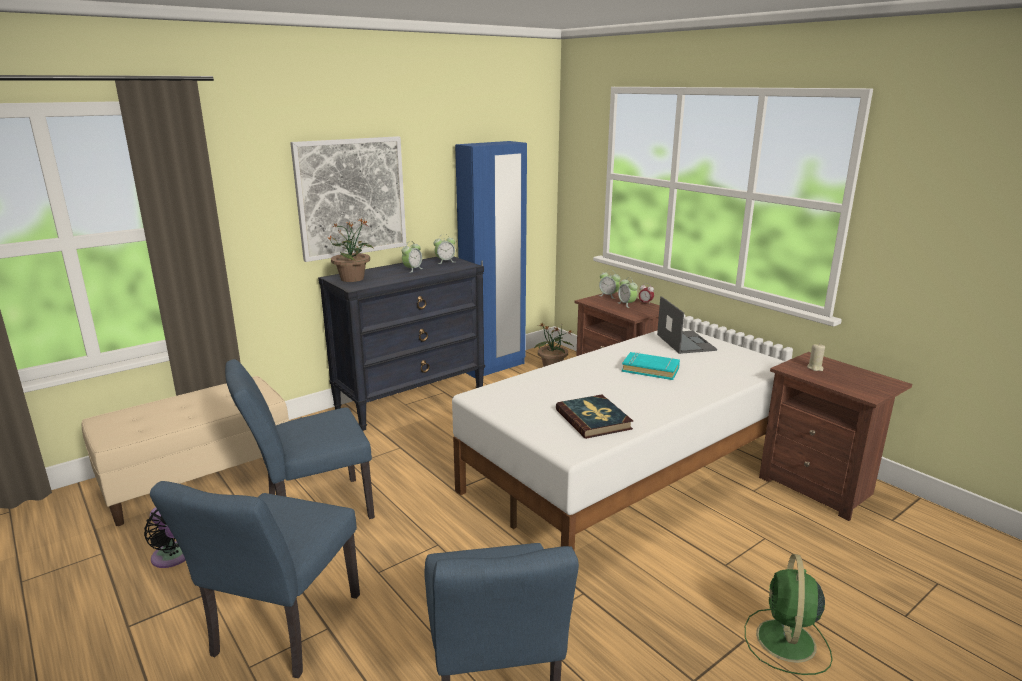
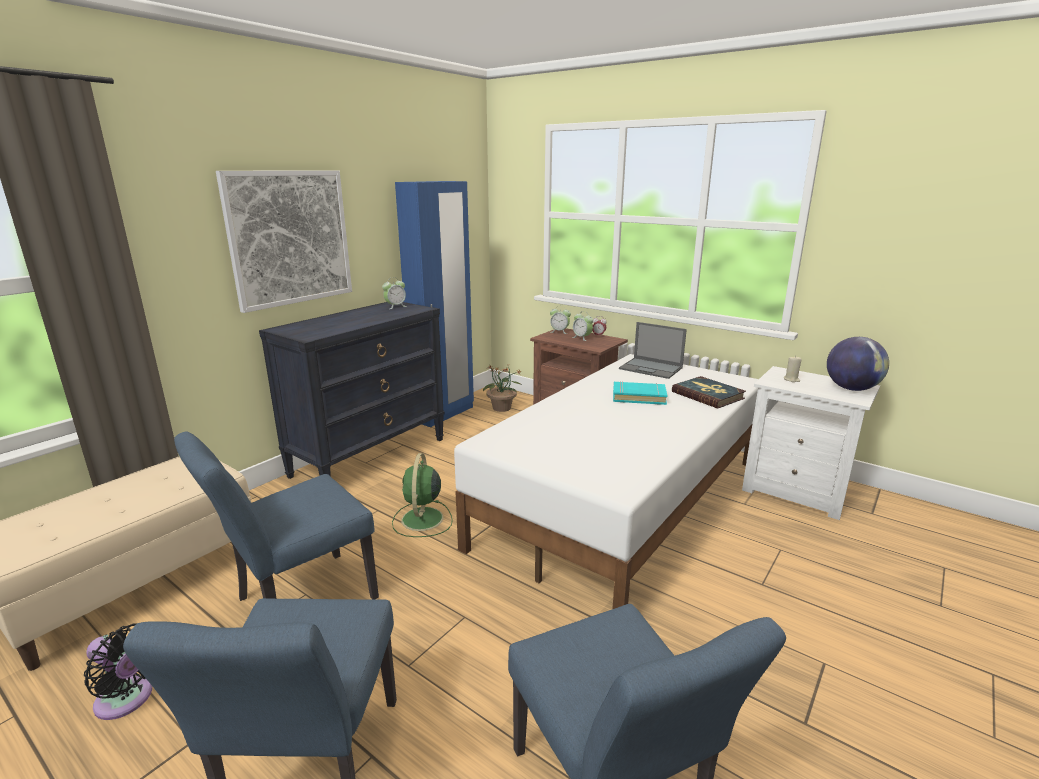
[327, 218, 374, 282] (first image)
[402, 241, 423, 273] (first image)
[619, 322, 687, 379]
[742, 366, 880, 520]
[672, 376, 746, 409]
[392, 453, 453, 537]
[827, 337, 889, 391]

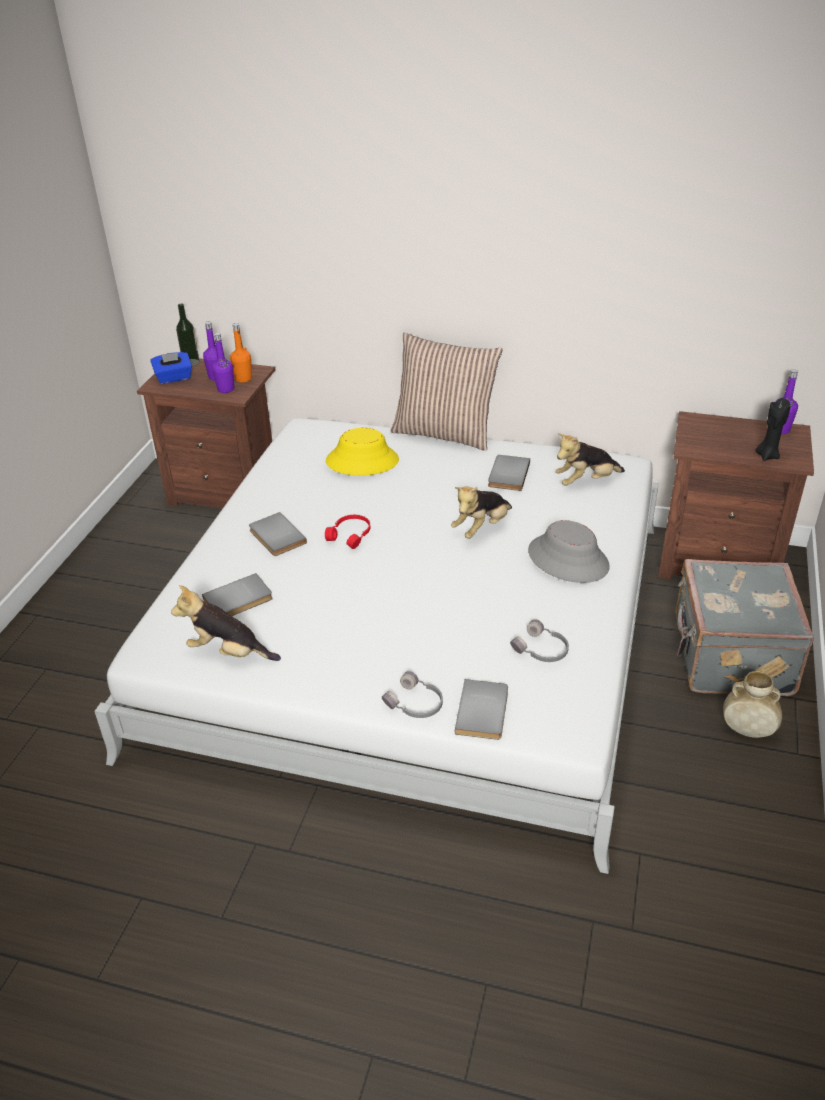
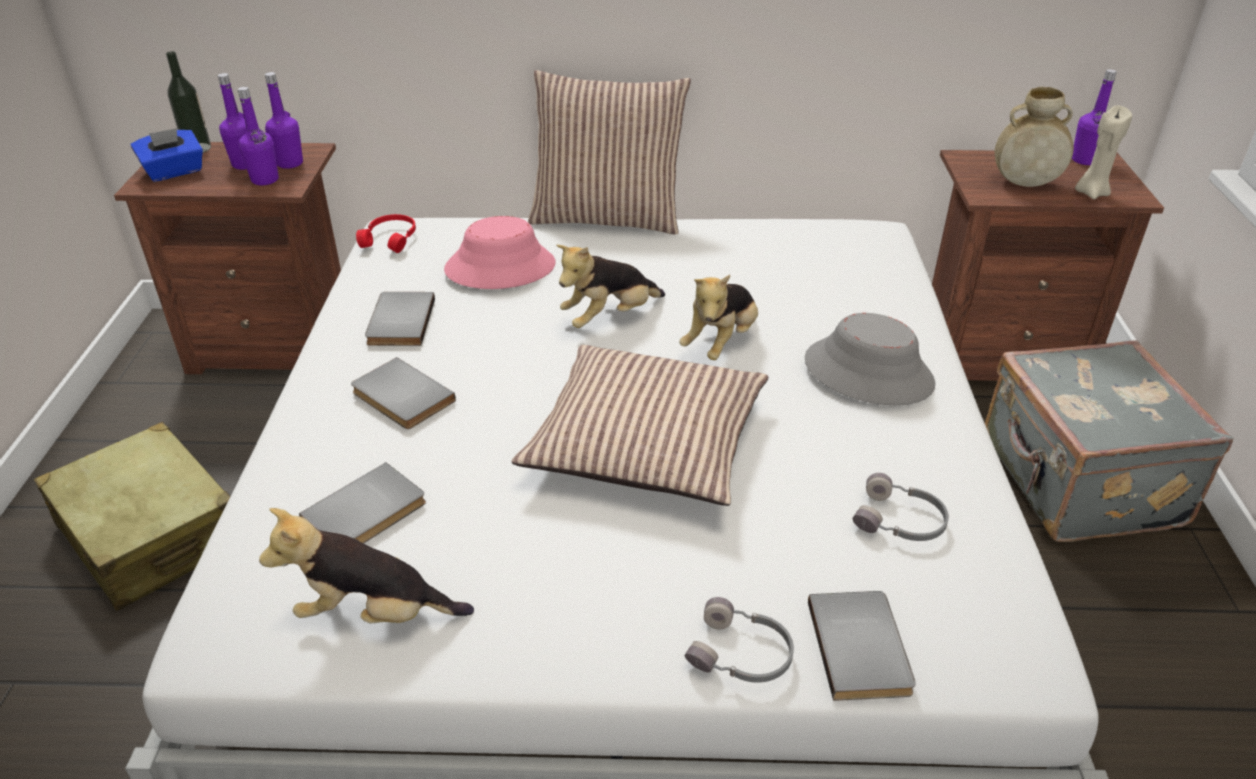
[265, 72, 303, 169]
[1075, 105, 1132, 199]
[444, 216, 555, 289]
[556, 245, 665, 328]
[365, 292, 435, 346]
[356, 214, 416, 253]
[995, 87, 1074, 187]
[512, 345, 769, 506]
[34, 422, 230, 611]

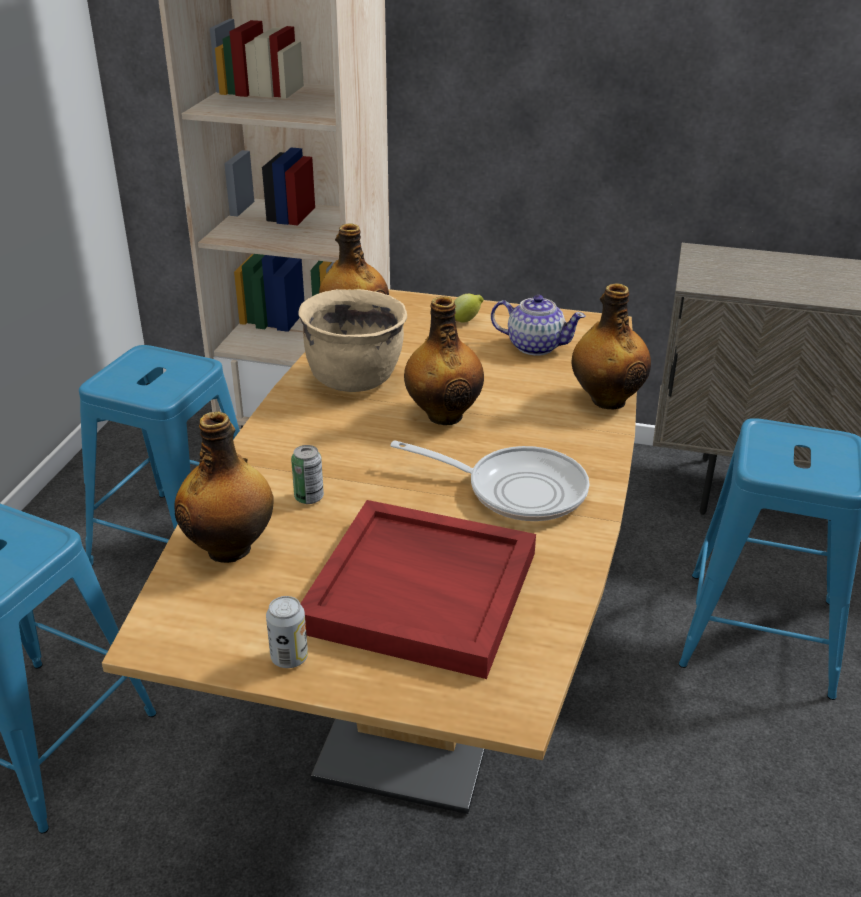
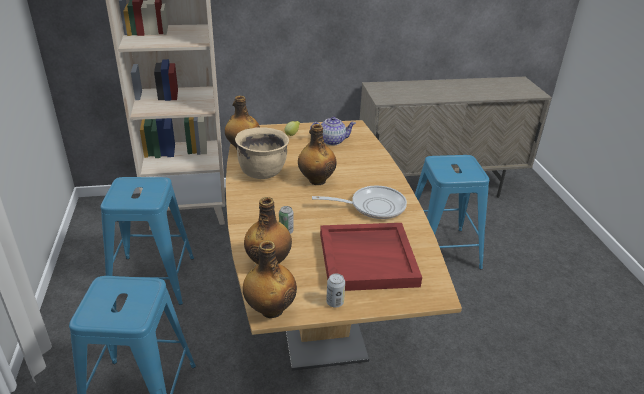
[243, 241, 297, 318]

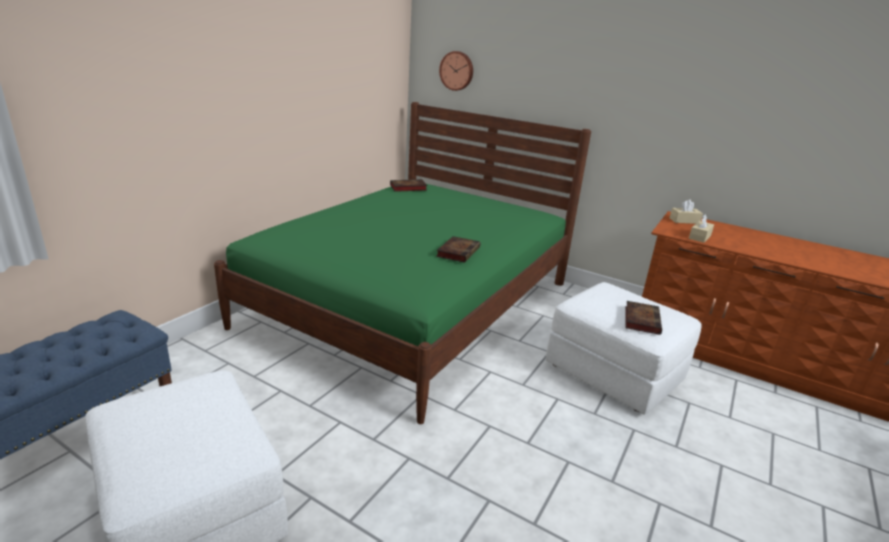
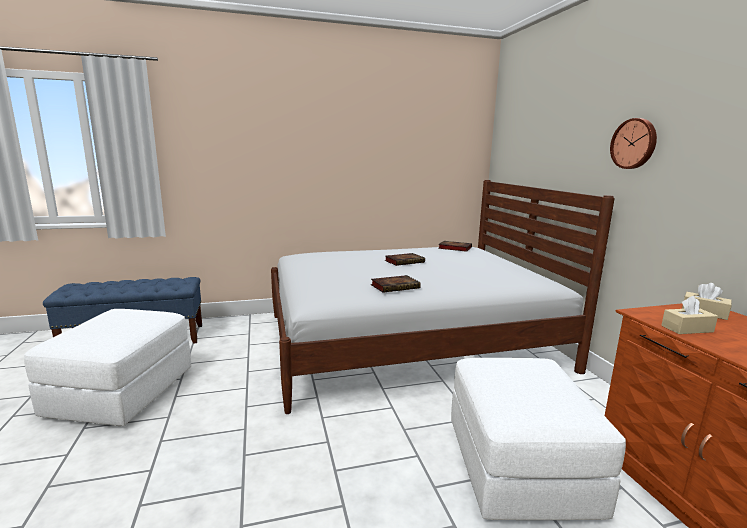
[610, 118, 657, 169]
[271, 180, 615, 414]
[384, 253, 425, 266]

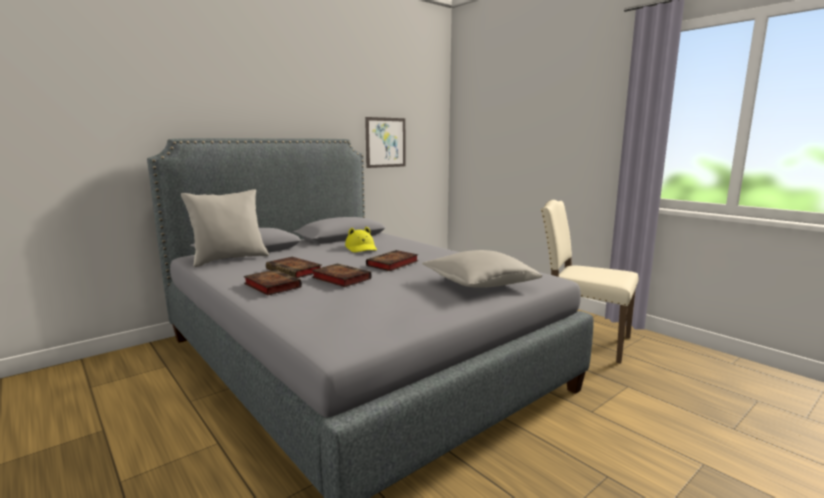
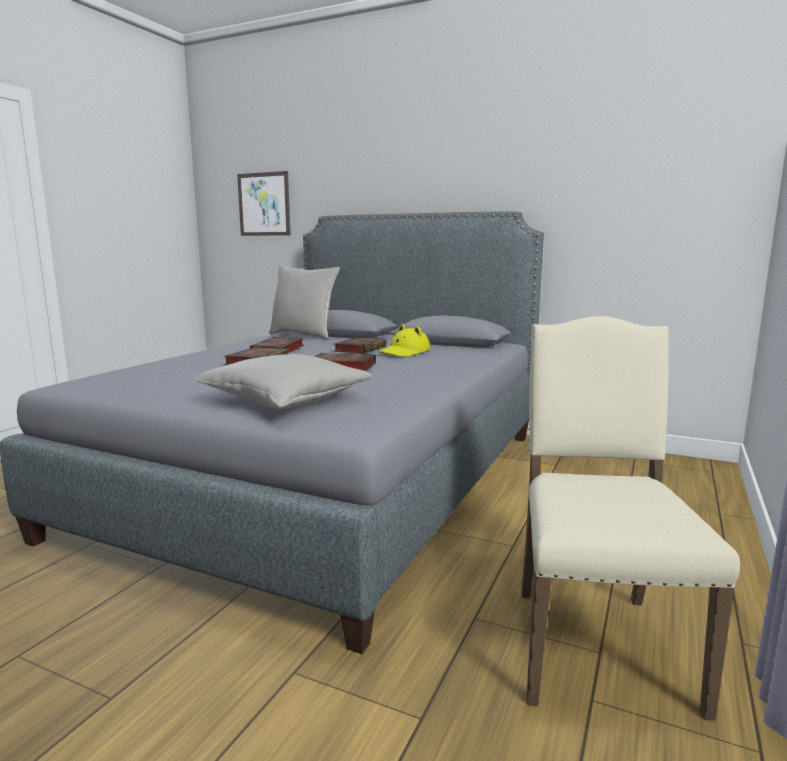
[237, 171, 291, 236]
[334, 337, 387, 353]

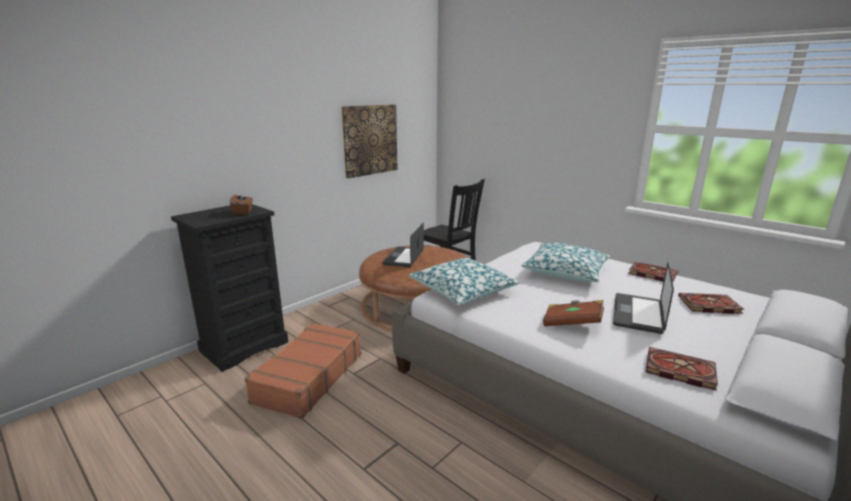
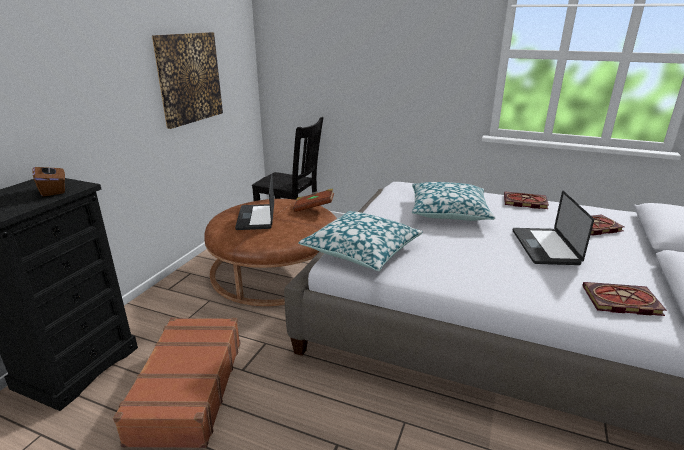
[293, 188, 334, 212]

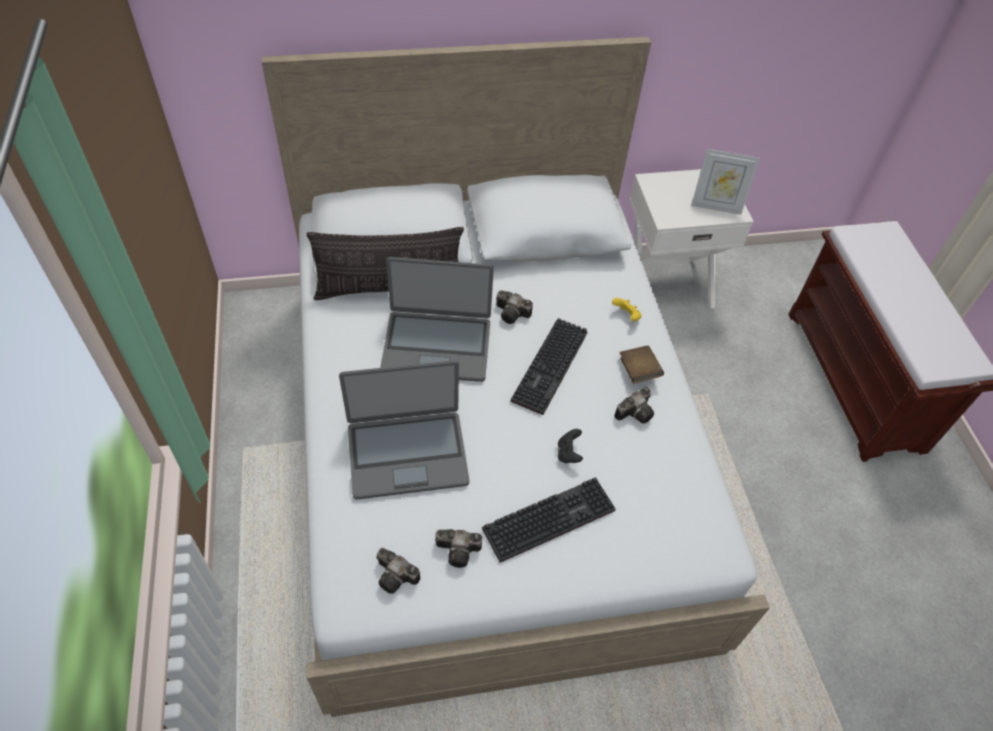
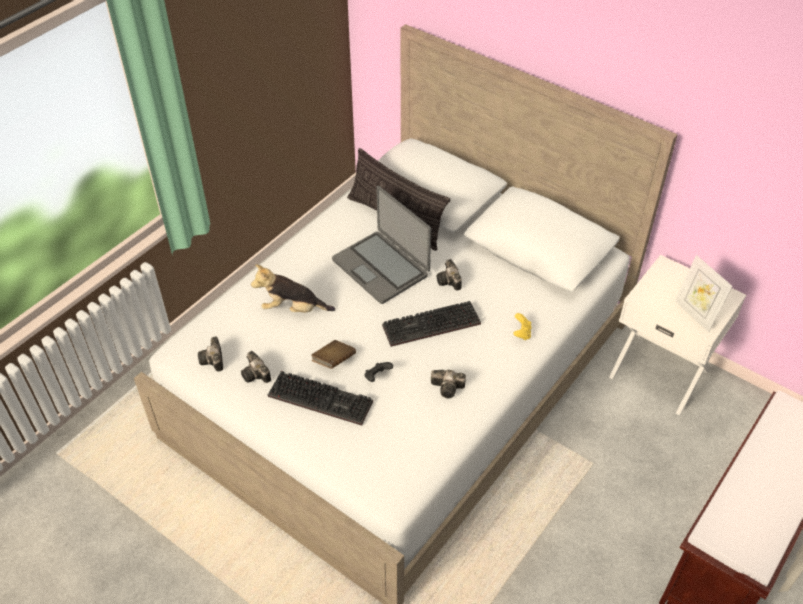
[311, 340, 356, 369]
[251, 264, 335, 313]

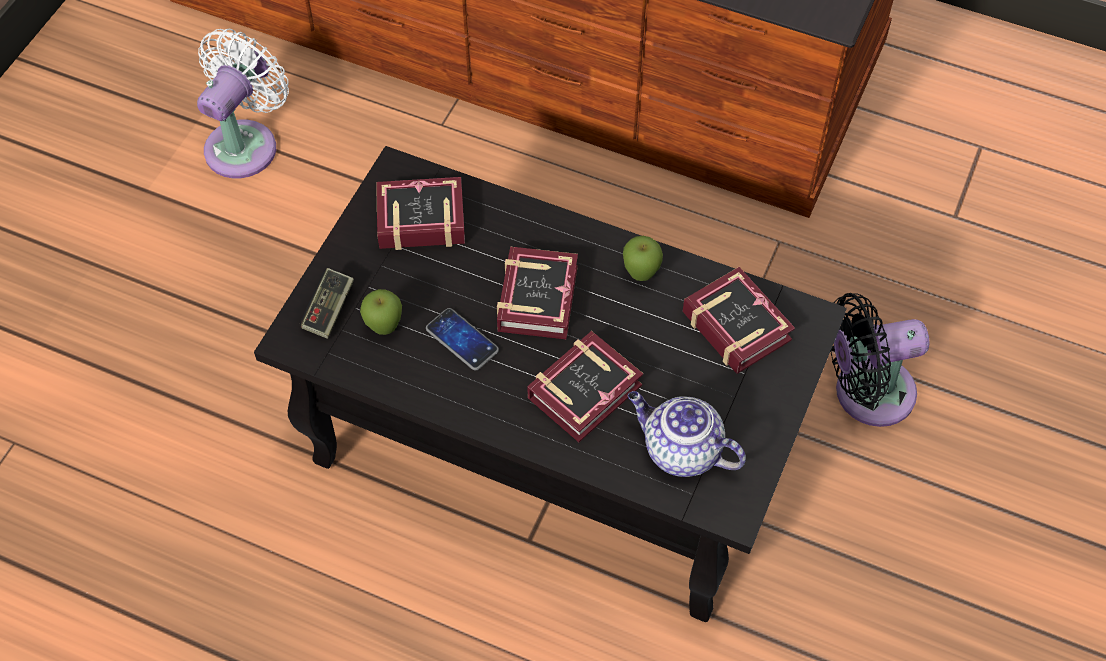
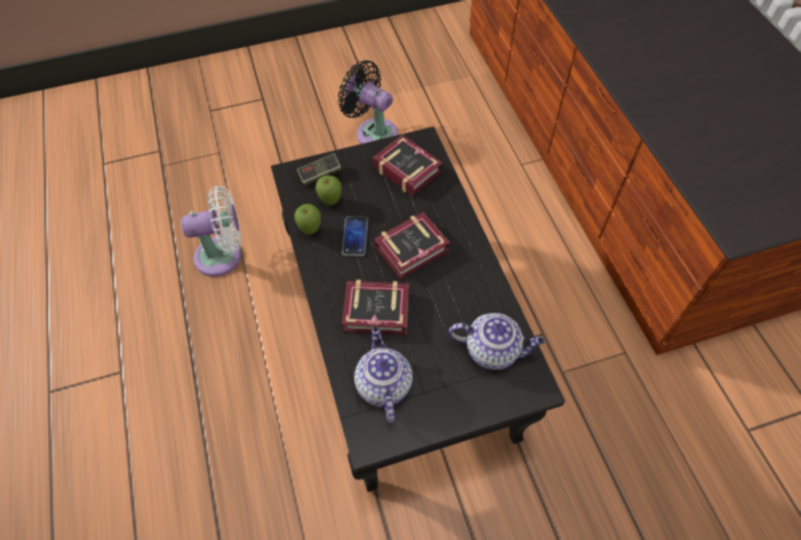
[181, 186, 242, 277]
[294, 204, 321, 235]
[449, 313, 545, 370]
[338, 60, 398, 144]

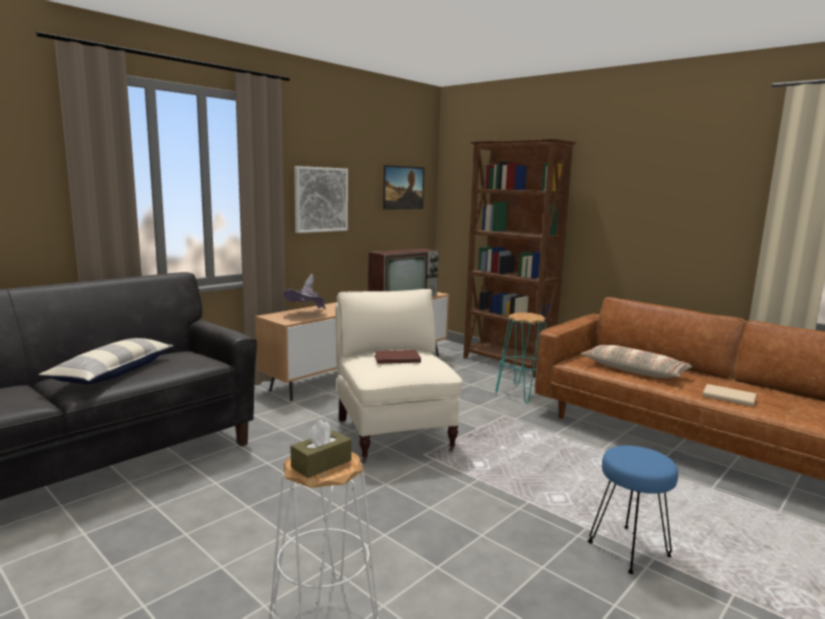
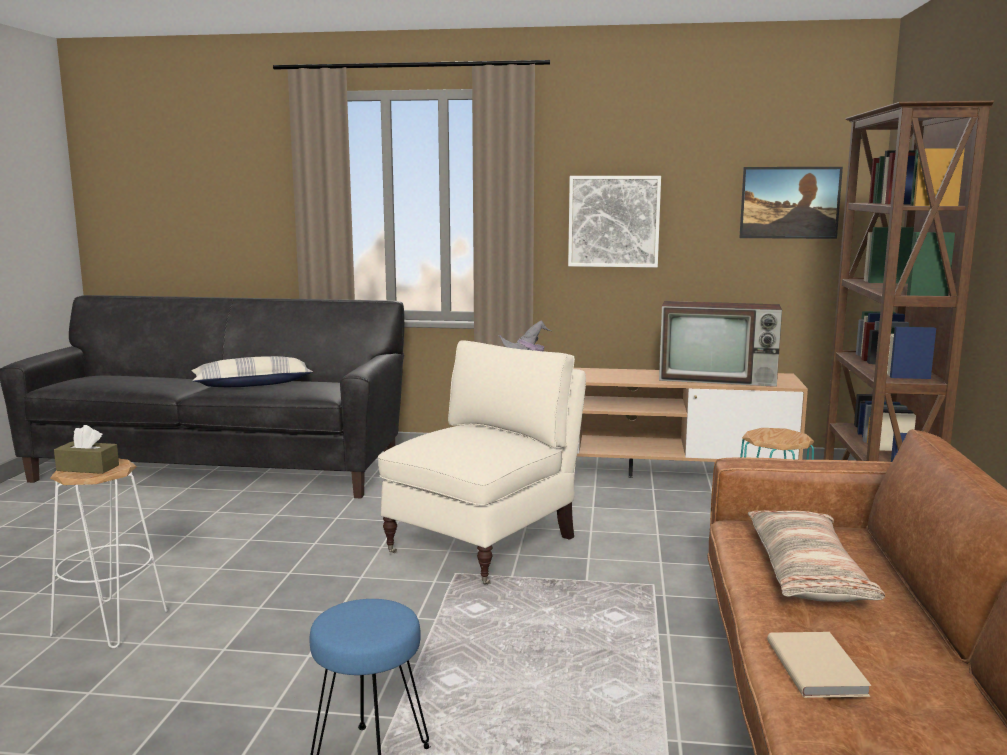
[374, 350, 421, 364] (first image)

